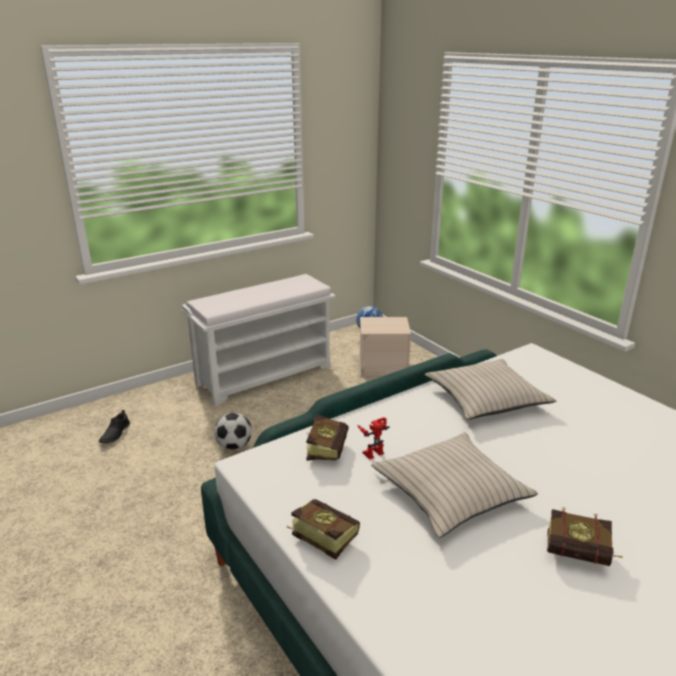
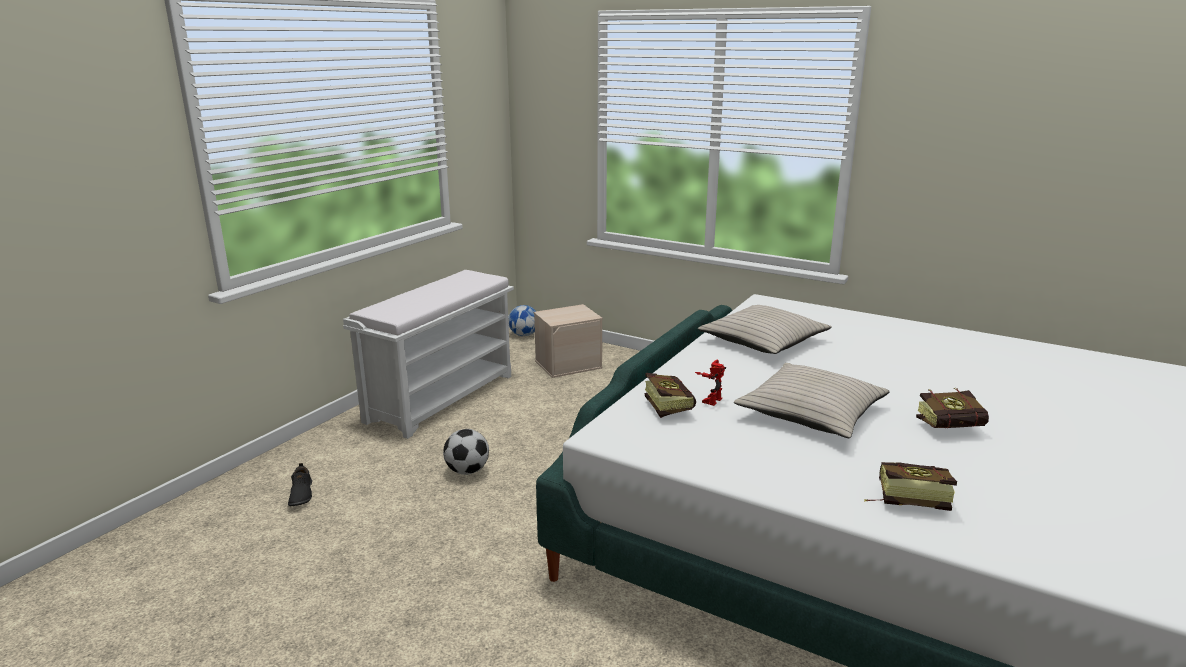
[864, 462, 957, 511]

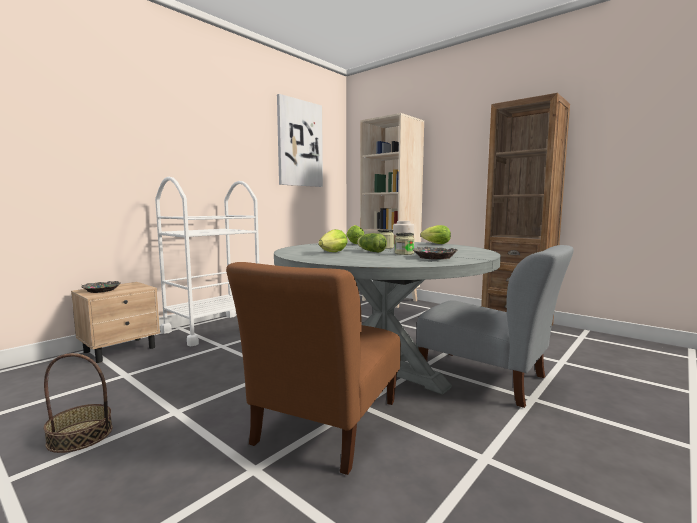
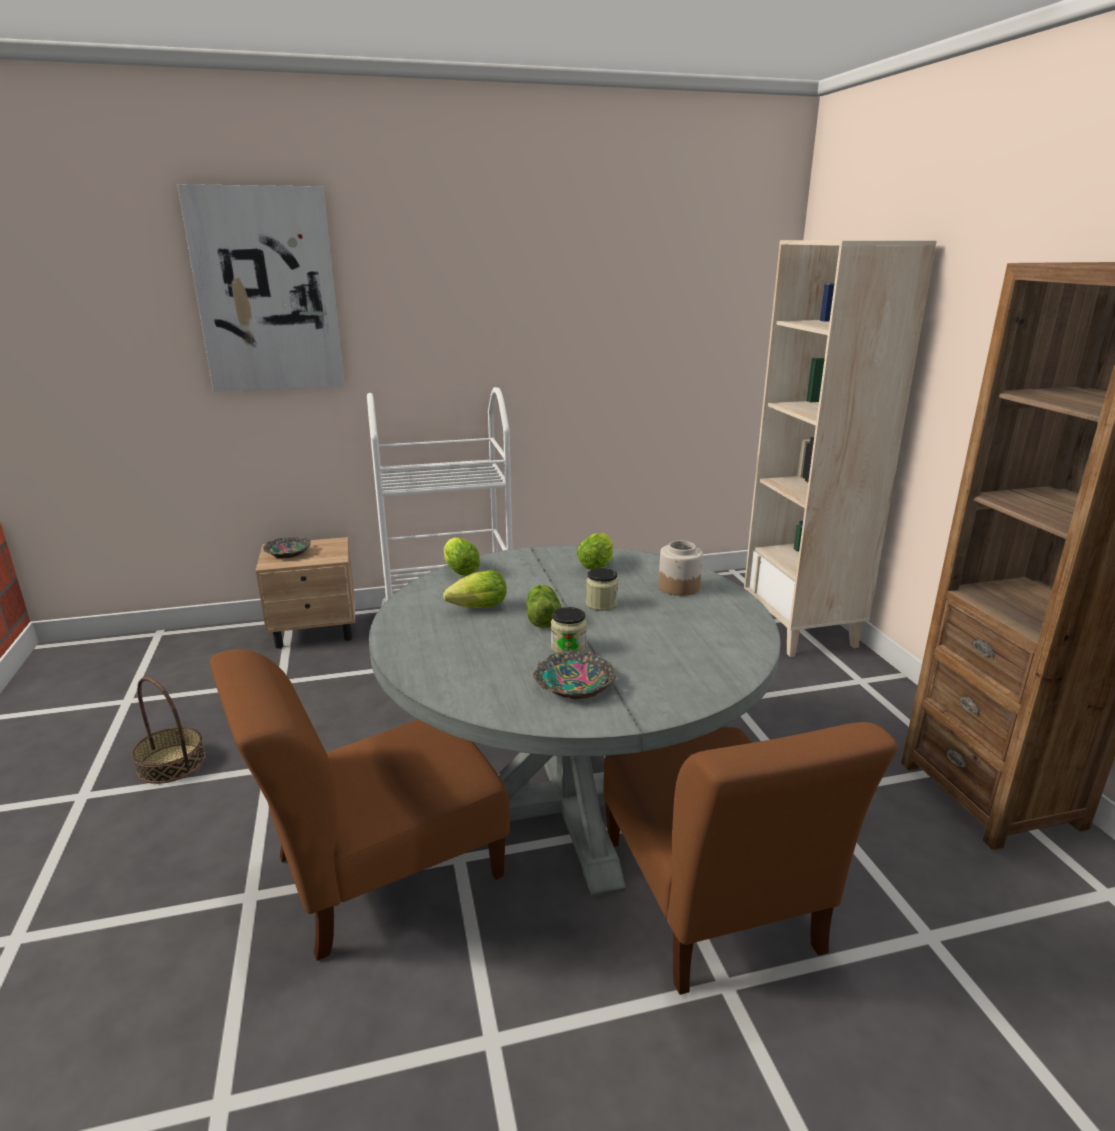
[177, 184, 345, 392]
[444, 537, 480, 575]
[603, 722, 897, 995]

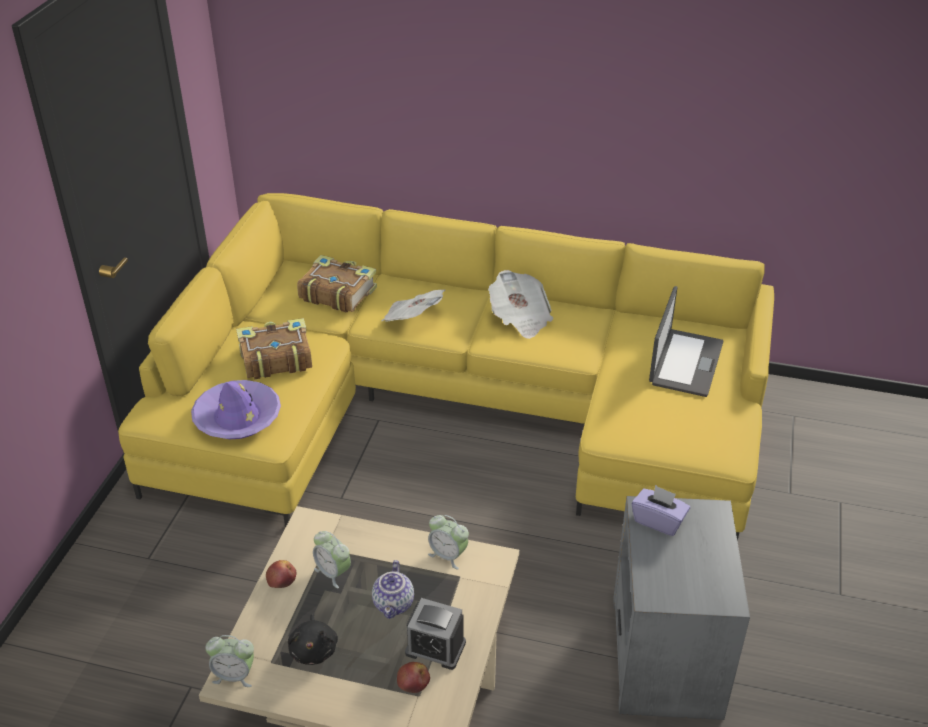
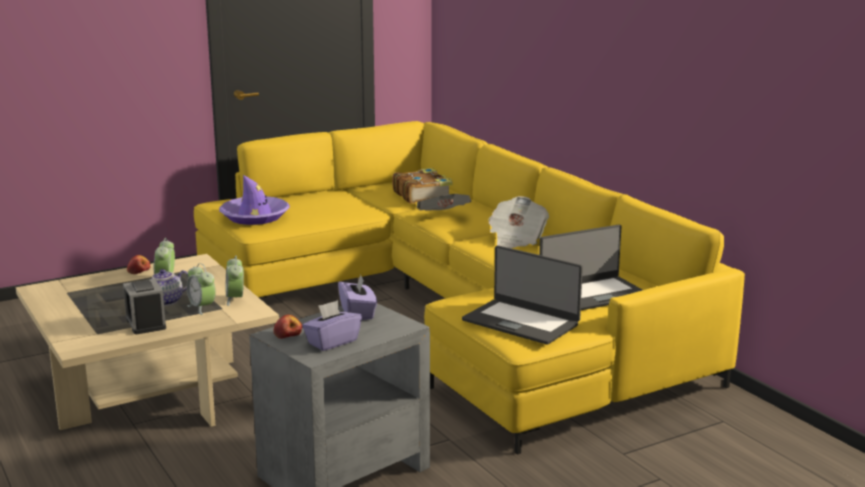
[236, 318, 312, 379] (first image)
[288, 614, 338, 665] (first image)
[187, 263, 216, 315]
[274, 315, 302, 339]
[462, 245, 583, 345]
[302, 300, 362, 351]

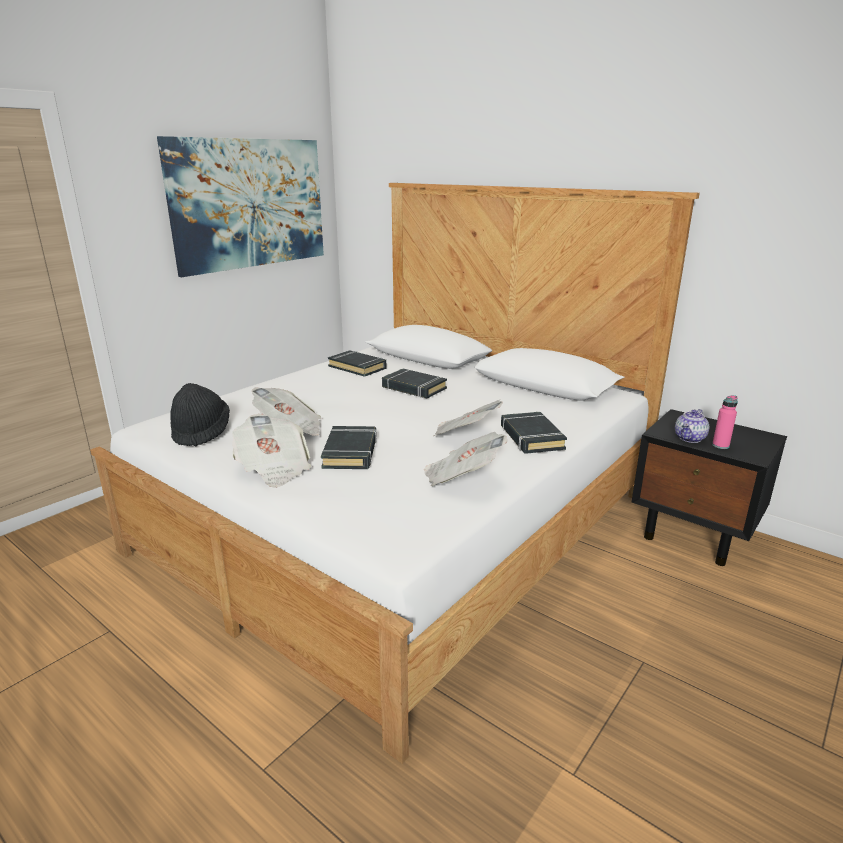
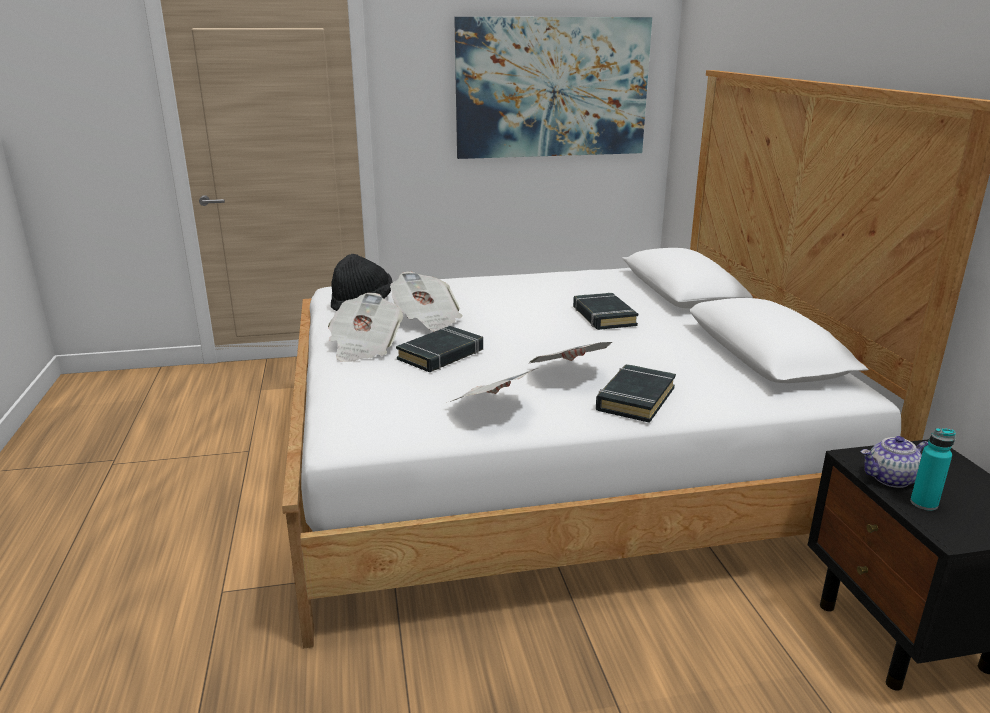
[328, 350, 386, 377] (first image)
[910, 428, 956, 511]

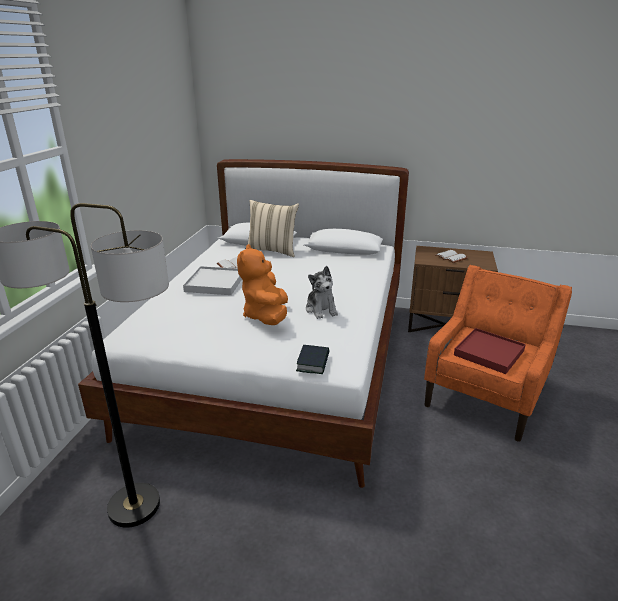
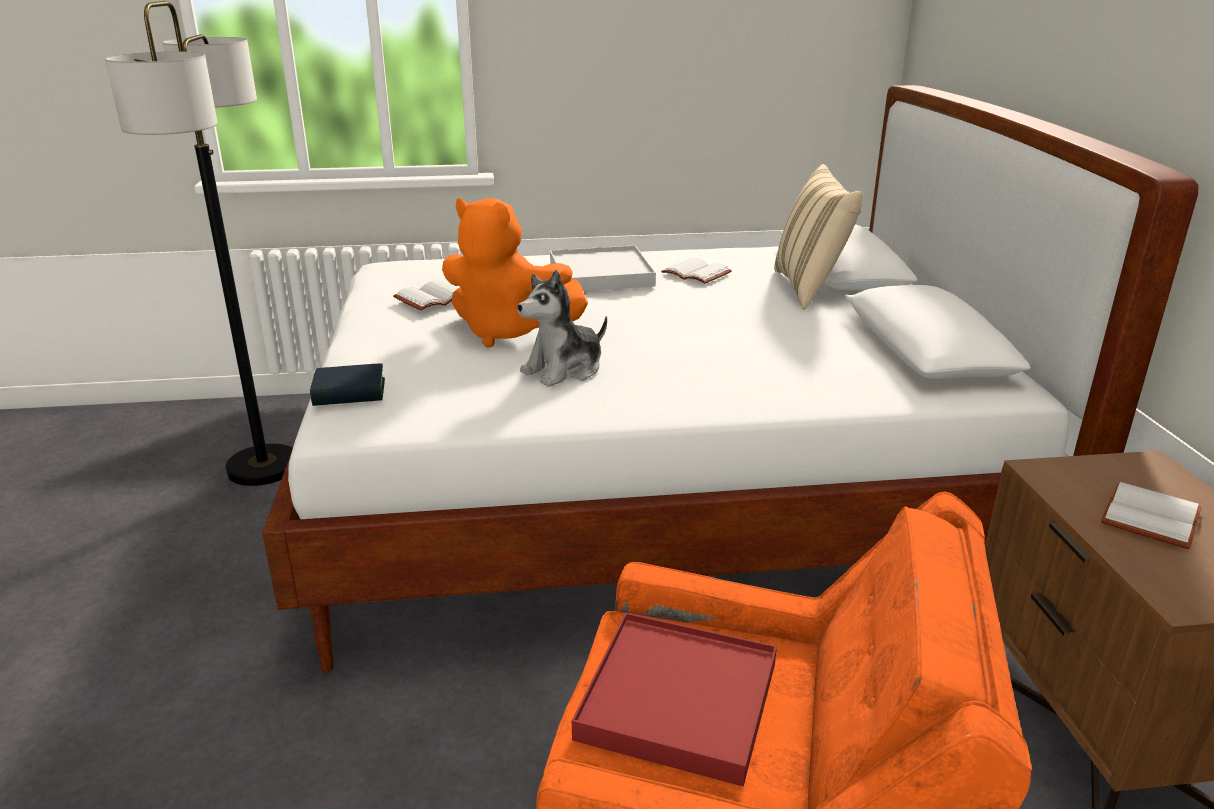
[442, 198, 588, 348]
[393, 281, 457, 311]

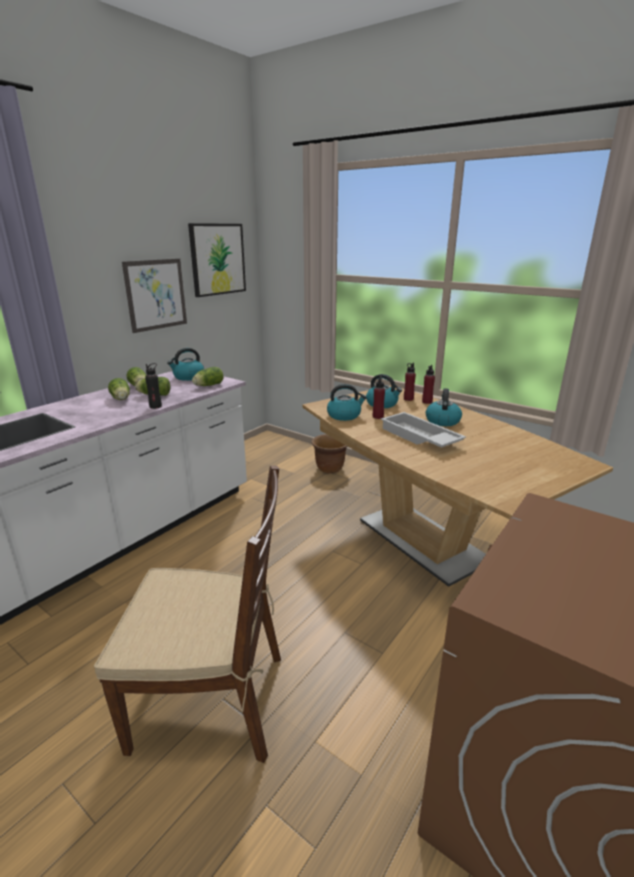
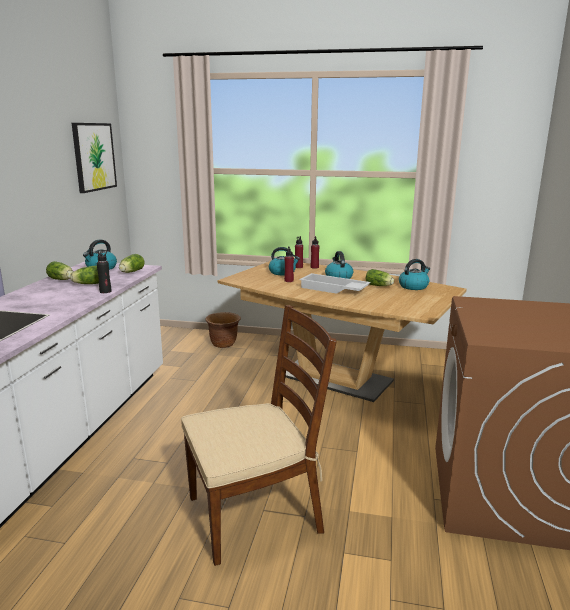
[122, 259, 187, 333] (first image)
[366, 269, 394, 286]
[399, 259, 430, 290]

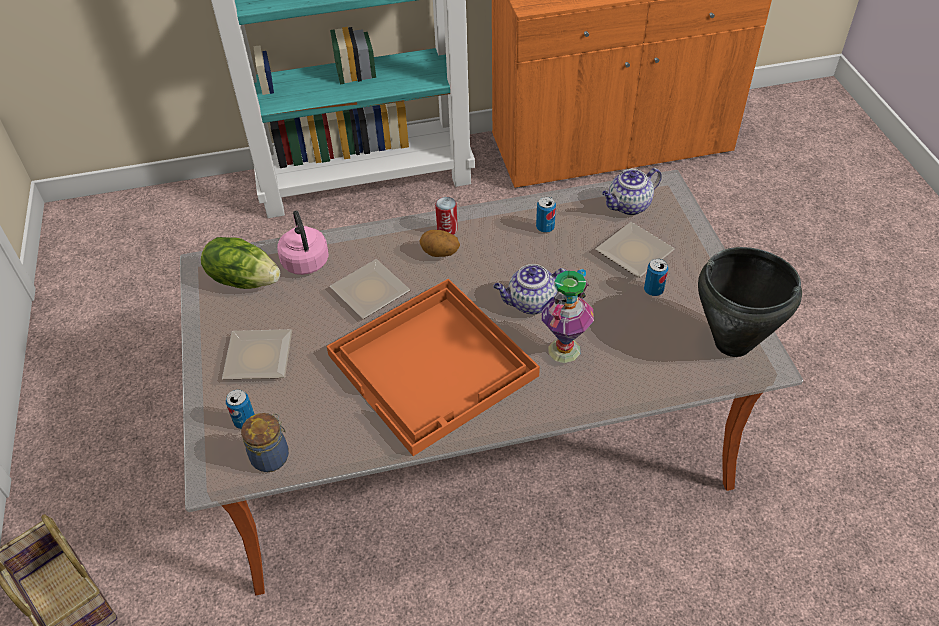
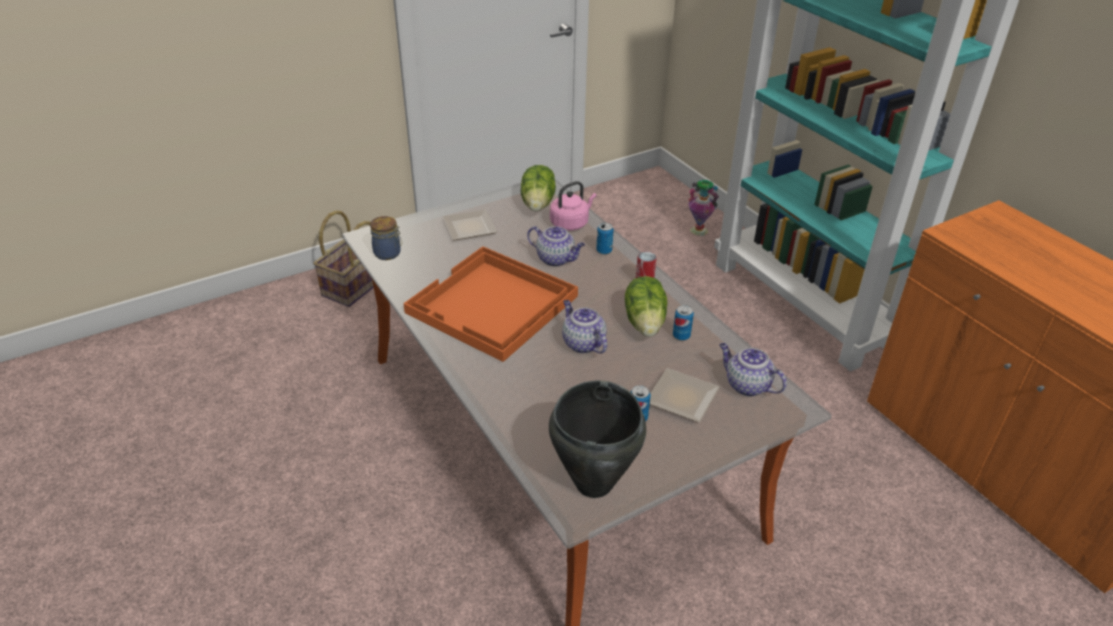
[420, 230, 460, 257] (first image)
[527, 226, 585, 267]
[688, 180, 719, 236]
[596, 223, 614, 255]
[625, 276, 667, 337]

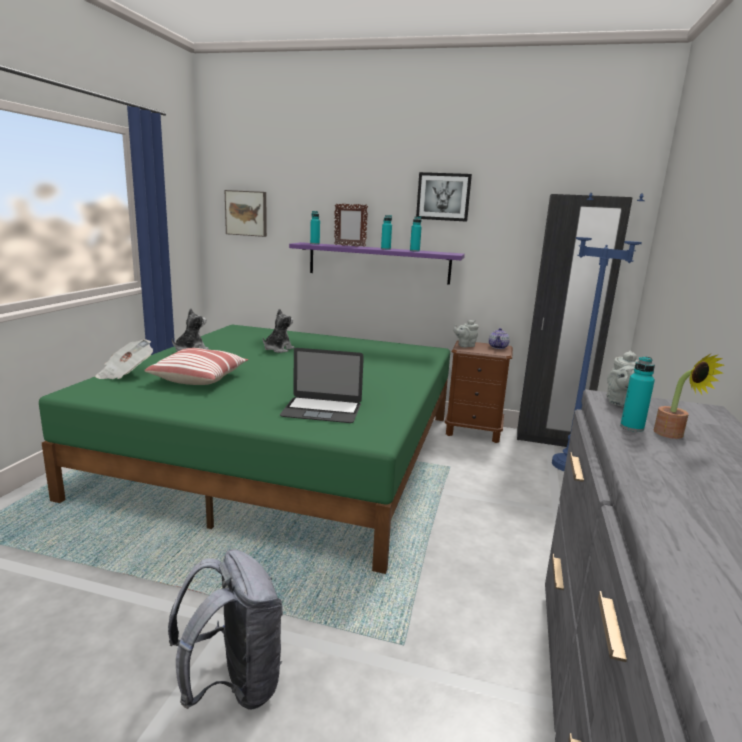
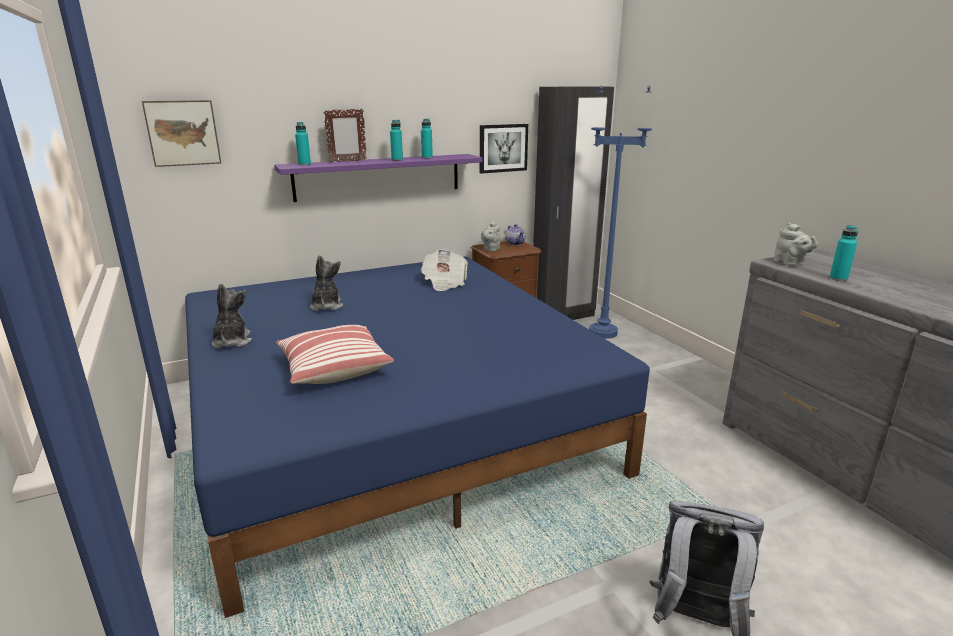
[480, 124, 528, 174]
[185, 257, 650, 618]
[421, 249, 468, 291]
[280, 348, 364, 423] (first image)
[654, 353, 724, 439] (first image)

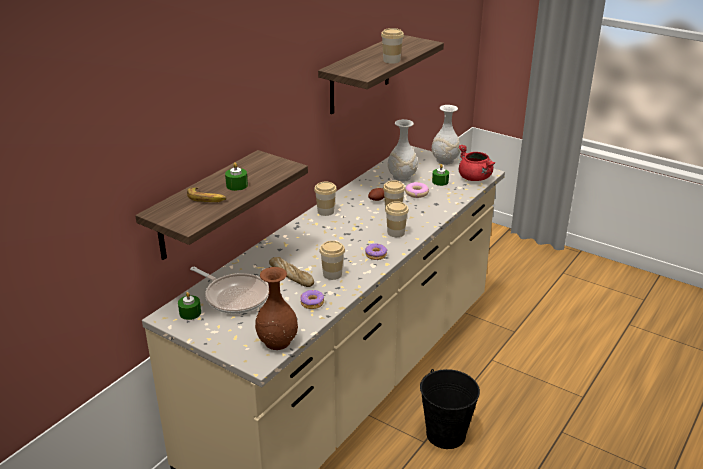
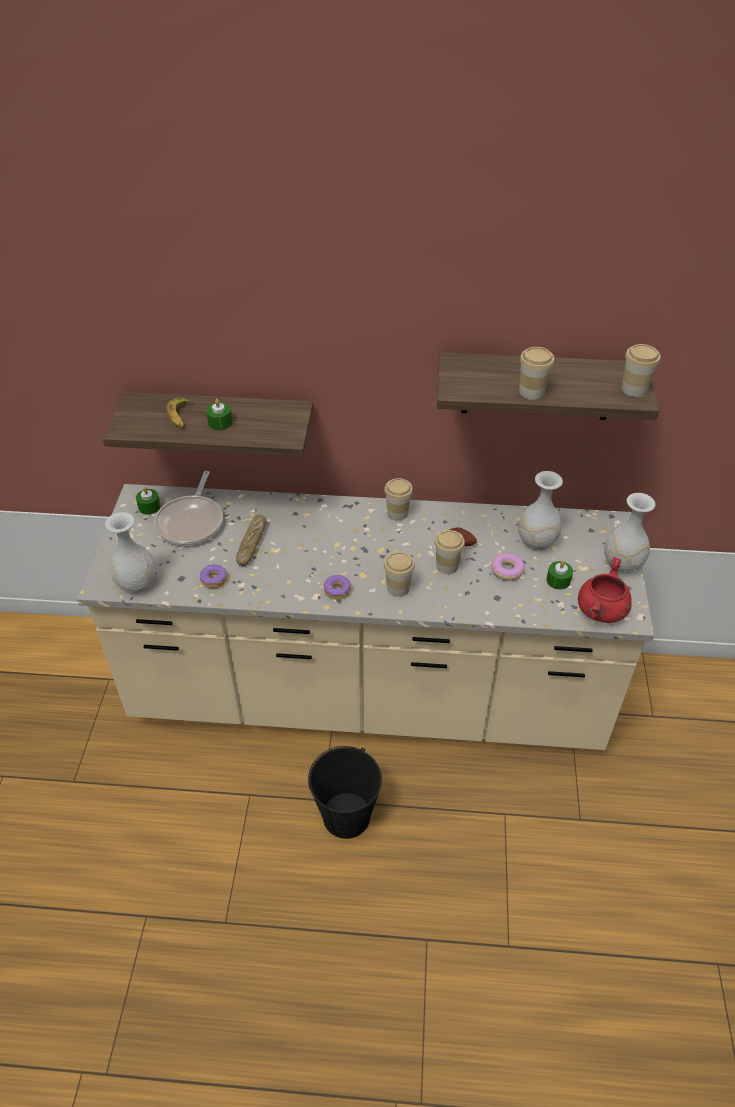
[622, 344, 661, 397]
[105, 512, 156, 594]

